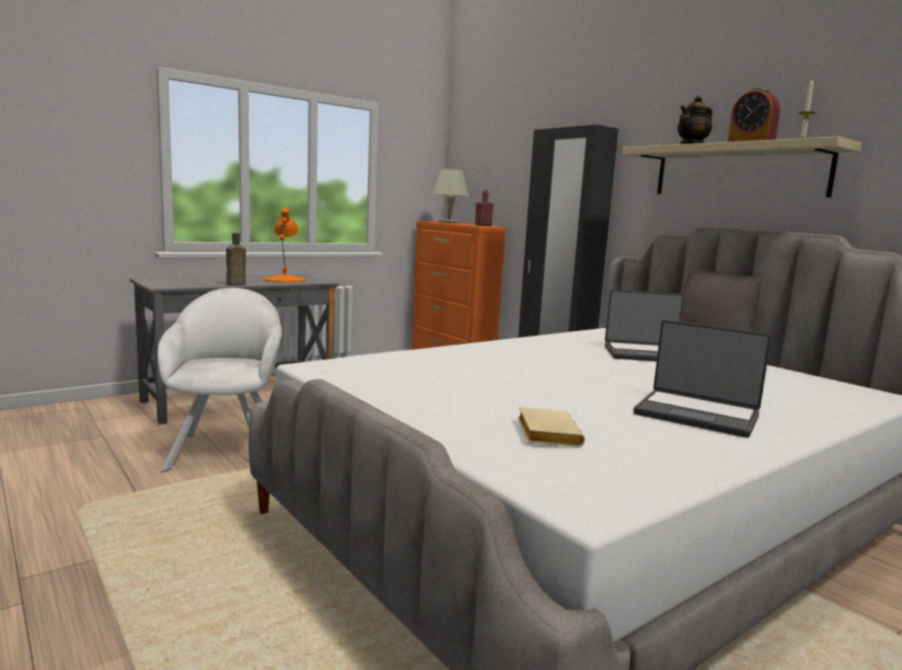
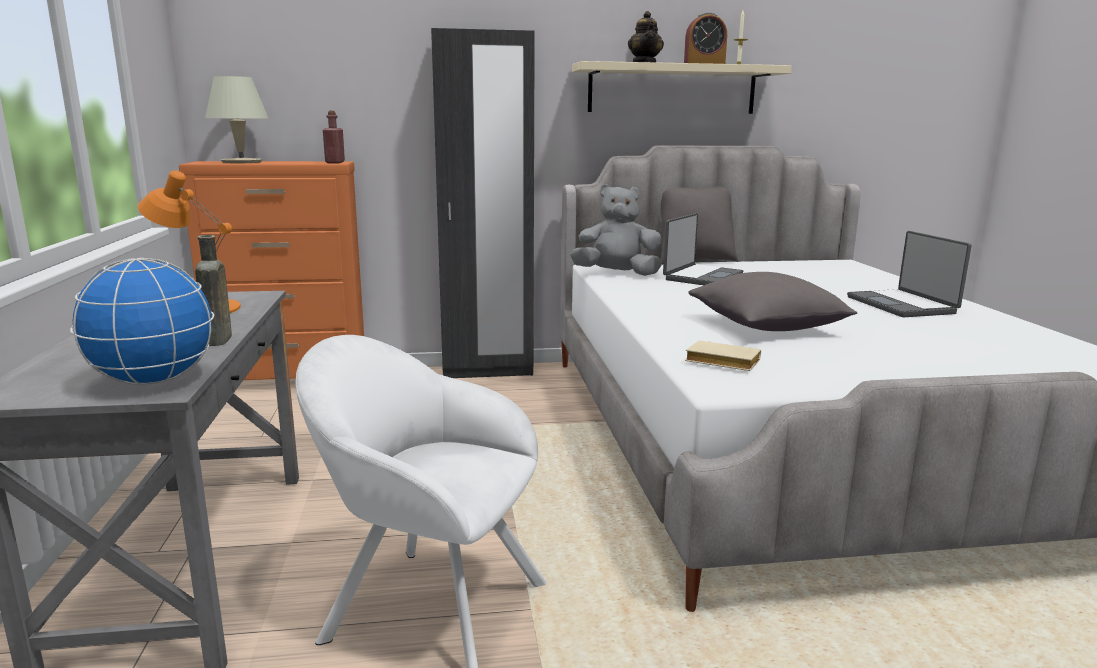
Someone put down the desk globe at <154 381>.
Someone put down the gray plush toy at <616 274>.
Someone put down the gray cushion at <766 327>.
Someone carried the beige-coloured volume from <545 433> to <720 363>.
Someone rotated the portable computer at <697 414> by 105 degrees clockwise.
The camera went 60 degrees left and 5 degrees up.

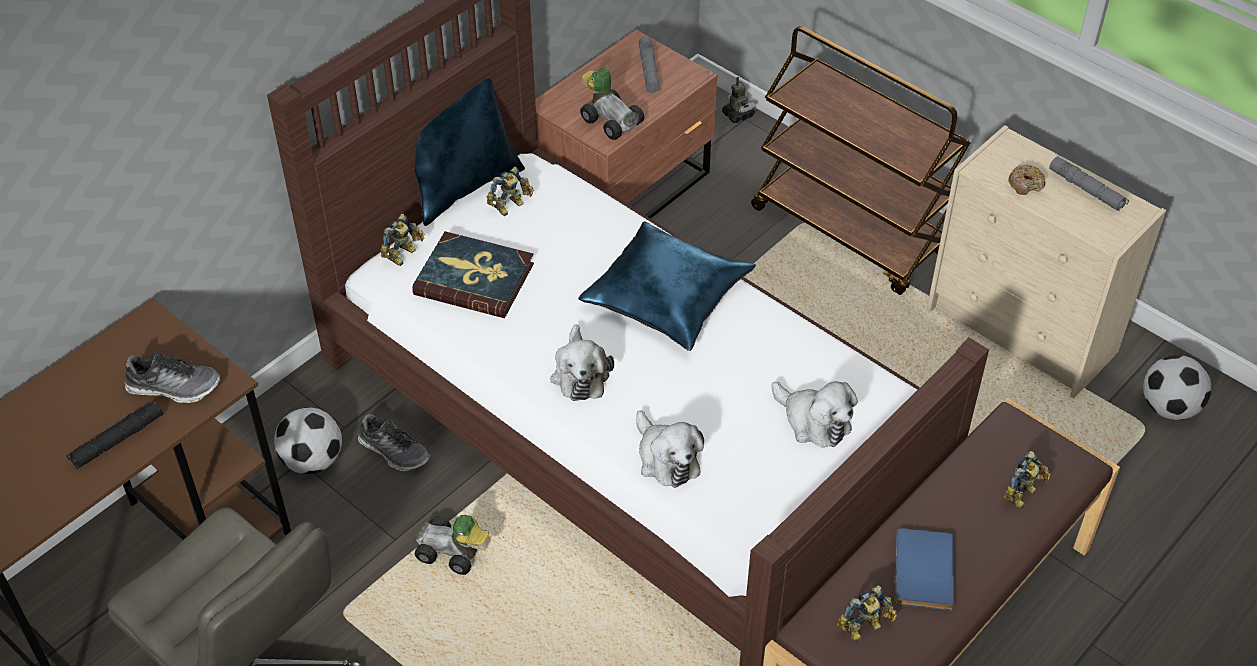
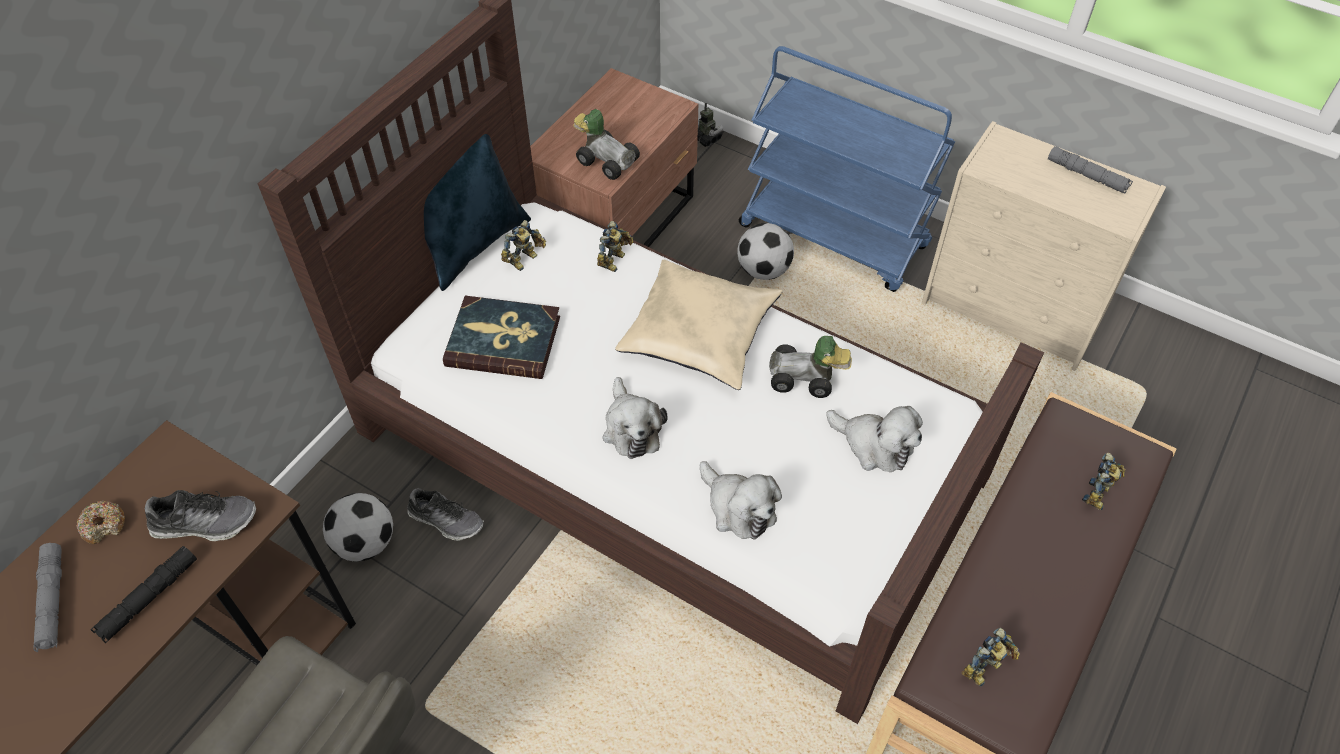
Someone took away the blue-coloured volume at <920 571>.
Someone carried the robot figure from <404 255> to <615 260>.
Someone carried the model car from <454 554> to <806 379>.
Someone carried the gray hand torch from <649 70> to <52 601>.
Someone carried the donut from <1025 184> to <104 525>.
Someone carried the football ball from <1169 407> to <763 270>.
Someone repainted the blue-coloured cushion at <667 296>, which became the beige-coloured cushion at <699 333>.
Someone repainted the brown trolley at <851 231>, which became the blue-coloured trolley at <835 236>.
The camera went 10 degrees left and 5 degrees up.

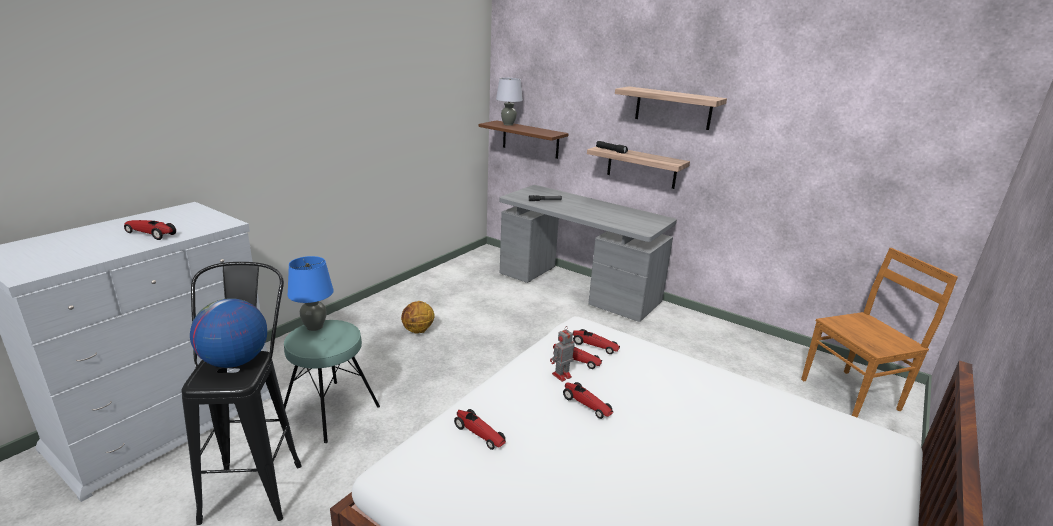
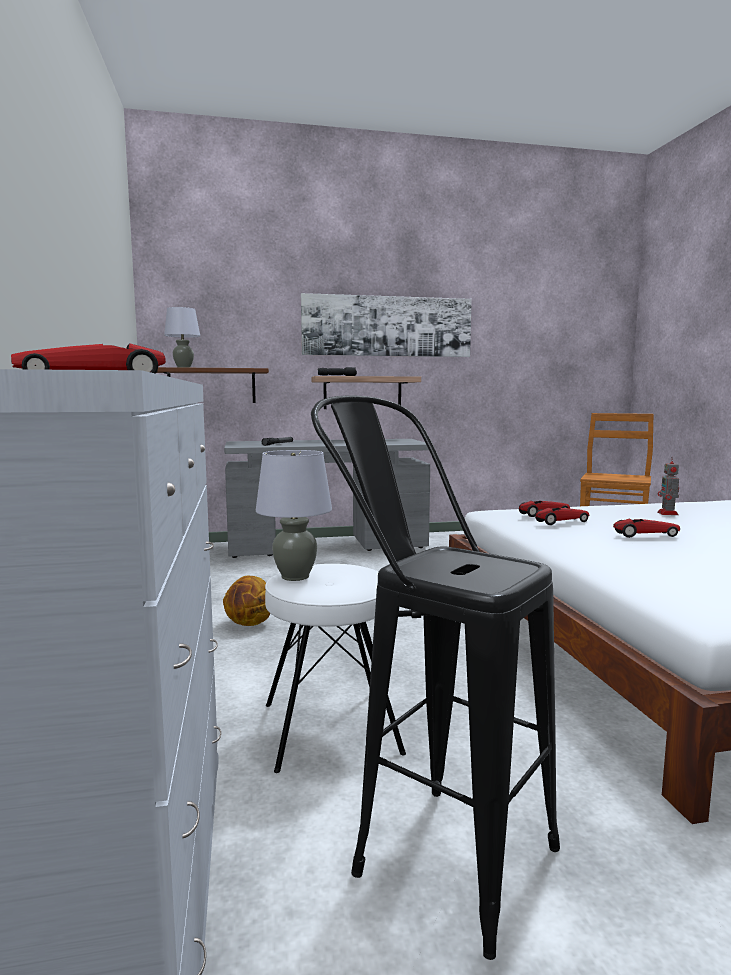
Someone took away the desk globe at <234 361>.
Someone took away the model car at <479 434>.
Someone carried the robot figure from <561 376> to <668 513>.
Someone swapped the wall shelf at <673 108> for the picture at <387 326>.
Someone repainted the blue-green sitting stool at <331 410>, which became the white sitting stool at <331 728>.
Someone repainted the blue-coloured tabletop lamp at <314 327>, which became the gray tabletop lamp at <295 577>.
The camera went 45 degrees left and 15 degrees down.

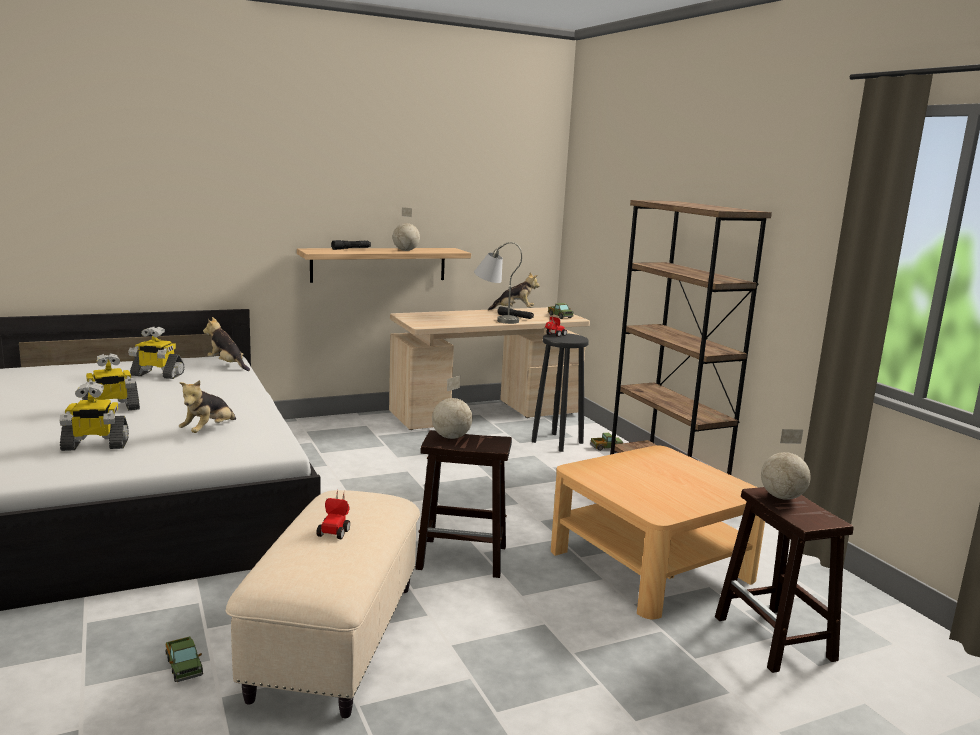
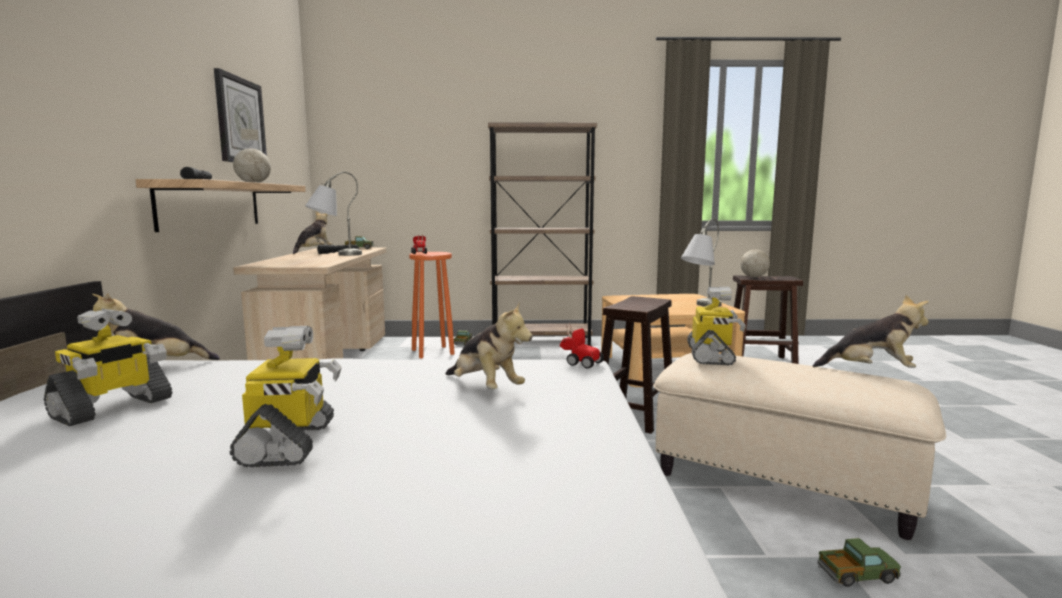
Someone took away the desk globe at <450 437>.
Someone put up the clock on the wall at <240 121>.
Someone put down the gray tabletop lamp at <700 306>.
Someone put down the plush toy at <870 371>.
Someone carried the robot figure from <94 445> to <711 356>.
Someone carried the model car from <335 530> to <579 363>.
Someone repainted the black-coloured sitting stool at <558 442>, which became the orange sitting stool at <433 352>.
The camera went 65 degrees left and 5 degrees down.

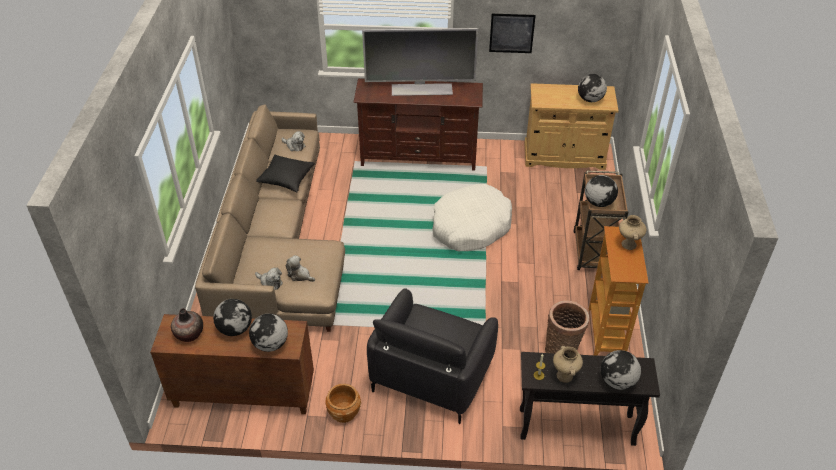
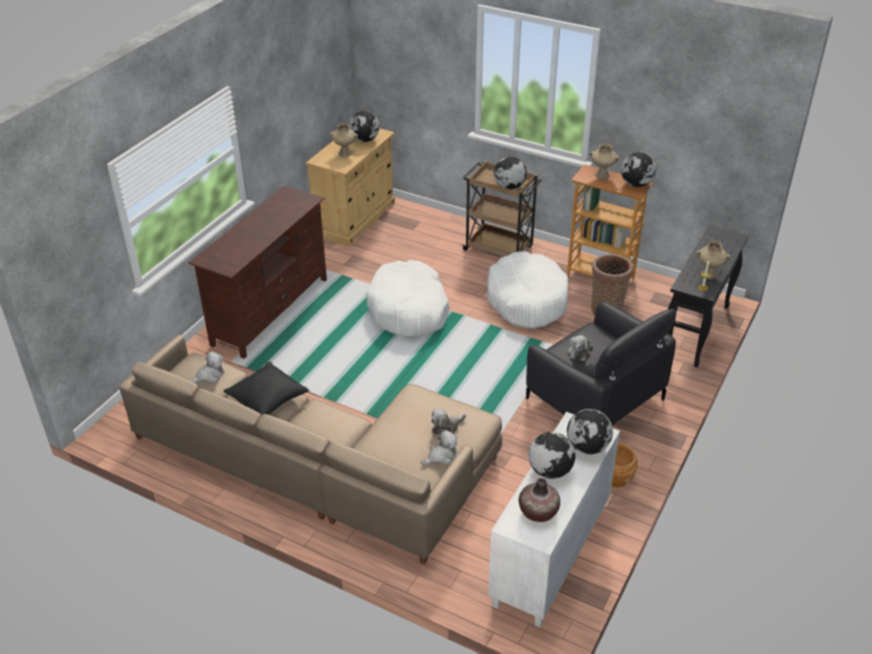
Someone took away the TV at <421 89>.
Someone took away the picture at <511 33>.
Someone put down the beige-coloured decorative vase at <345 153>.
Someone put down the white pet bed at <527 300>.
Someone put down the plush toy at <579 351>.
Someone carried the desk globe from <617 381> to <636 184>.
Someone repainted the brown cupboard at <242 394>, which became the white cupboard at <551 556>.
The camera went 65 degrees left and 5 degrees down.

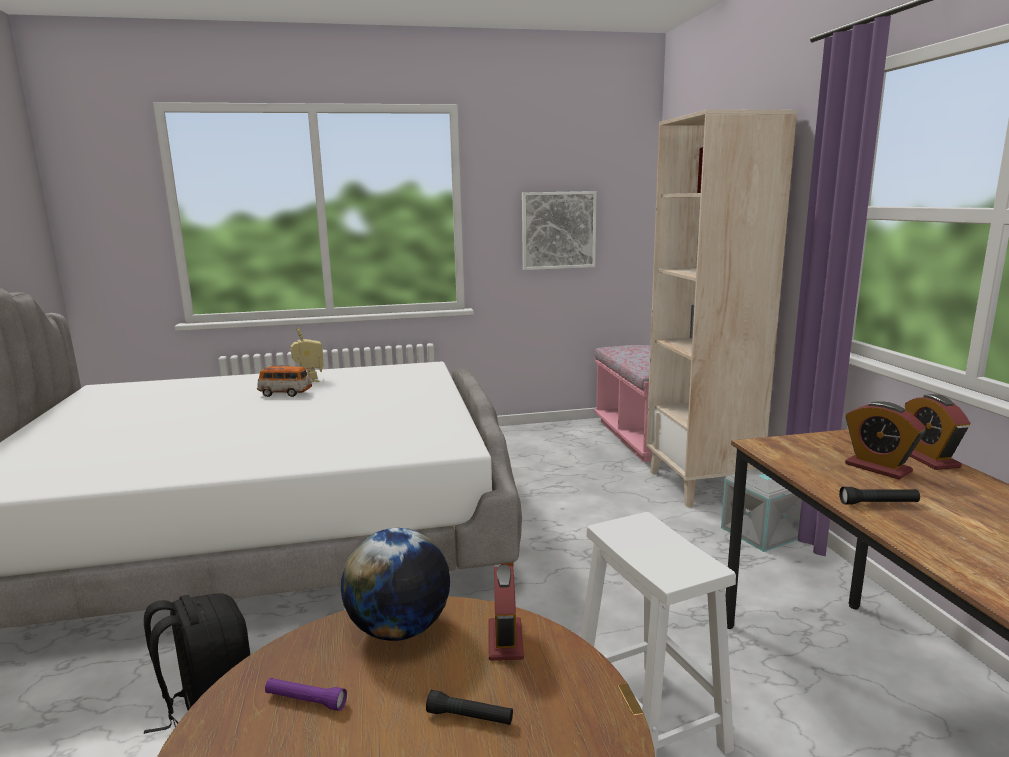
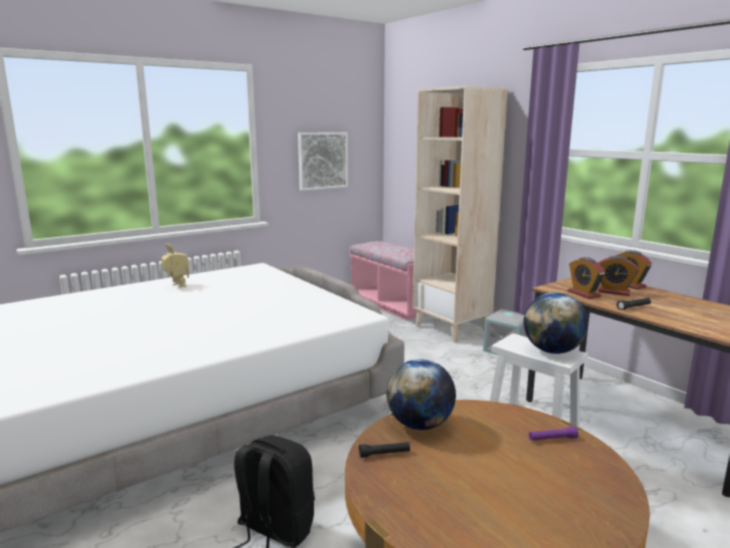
Someone took away the model car at <285 393>.
Someone put down the desk globe at <552 351>.
Someone carried the purple-coloured hand torch from <306 701> to <552 439>.
Someone carried the black-coloured hand torch from <470 717> to <384 454>.
Someone carried the bedside clock from <505 640> to <583 294>.
The camera went 25 degrees left and 0 degrees up.

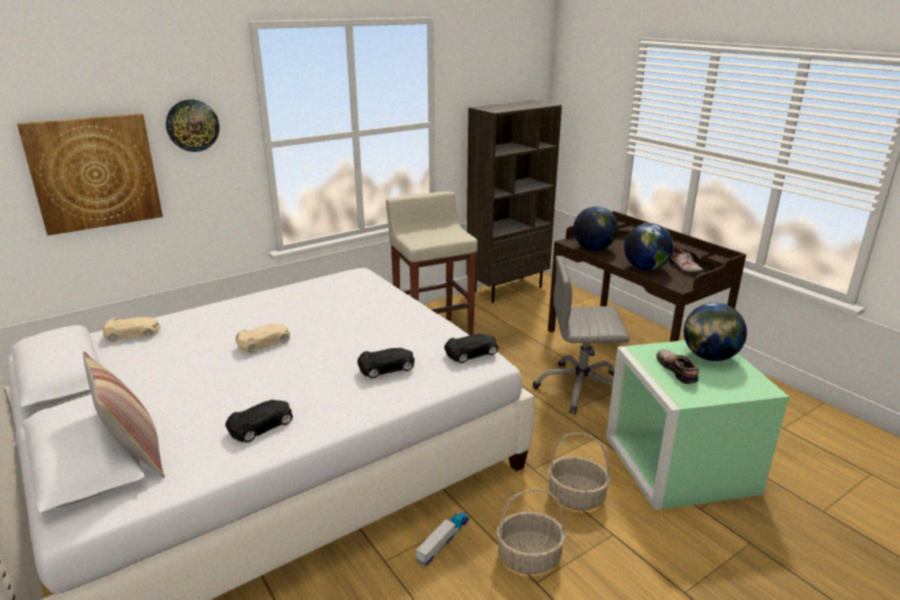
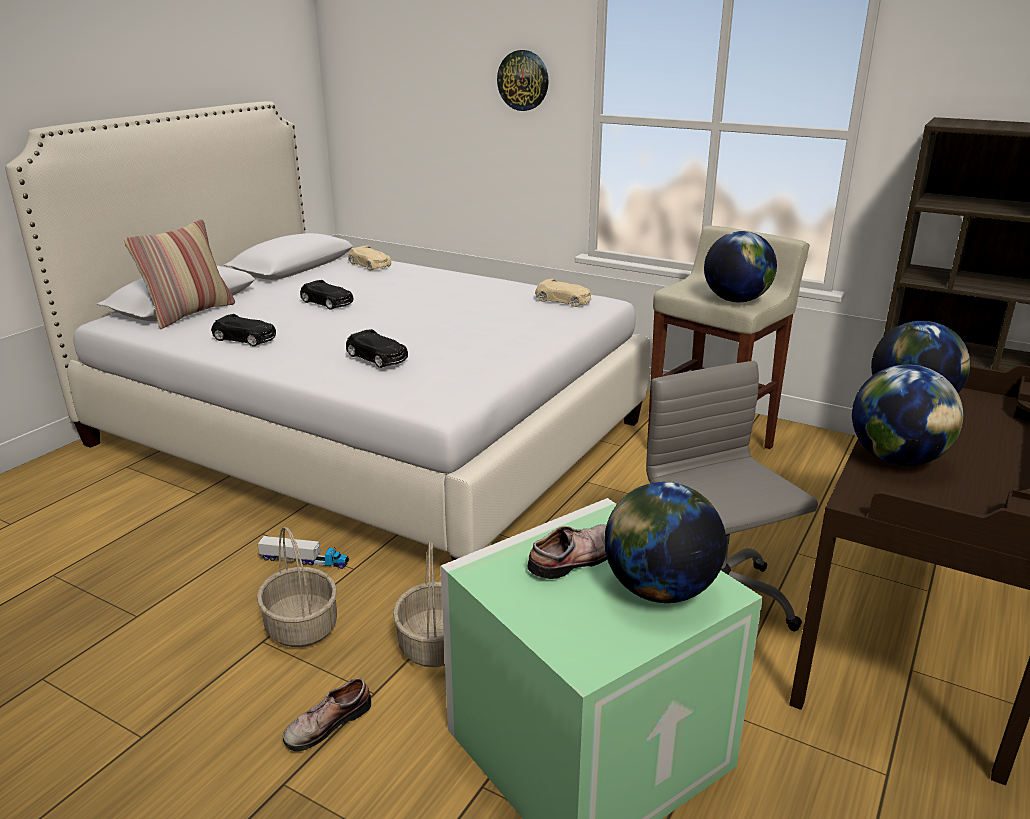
Someone took away the picture at <94 173>.
Someone put down the desk globe at <736 300>.
Someone carried the beige-coloured model car from <264 343> to <564 300>.
Someone carried the black-coloured model car from <472 353> to <327 302>.
Someone carried the low shoe from <683 268> to <326 722>.
The camera went 65 degrees right and 0 degrees up.

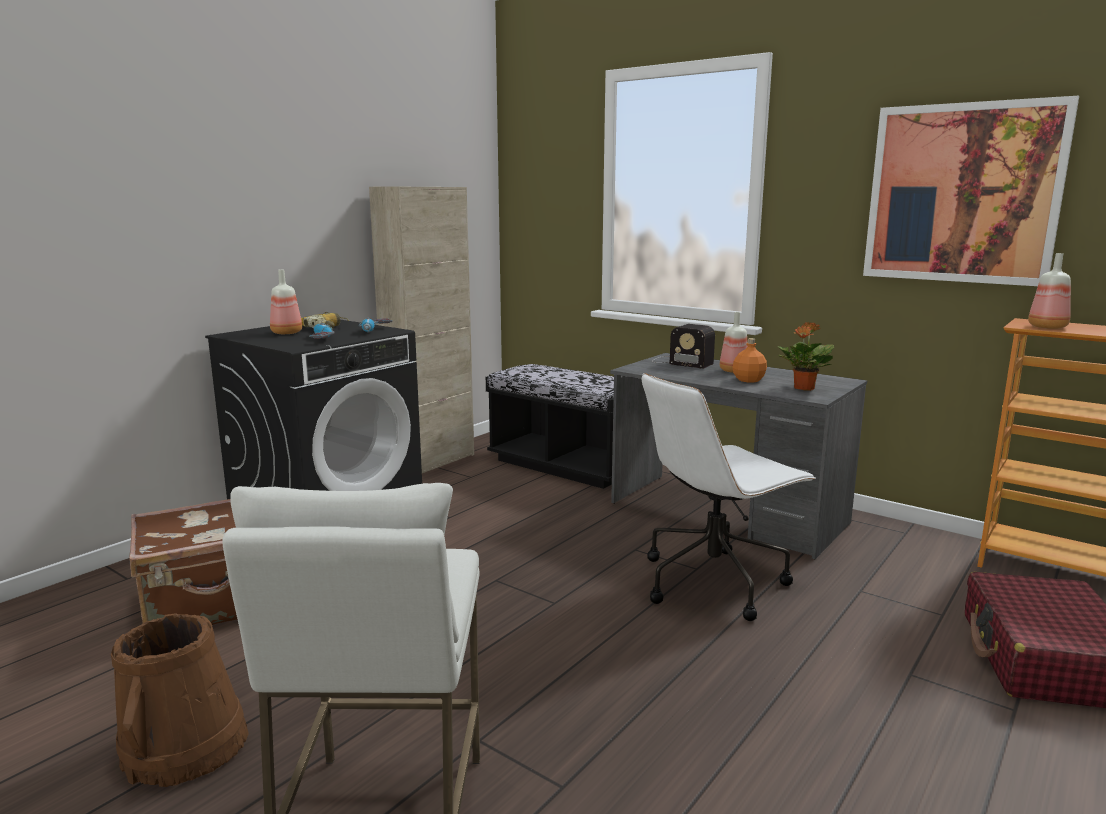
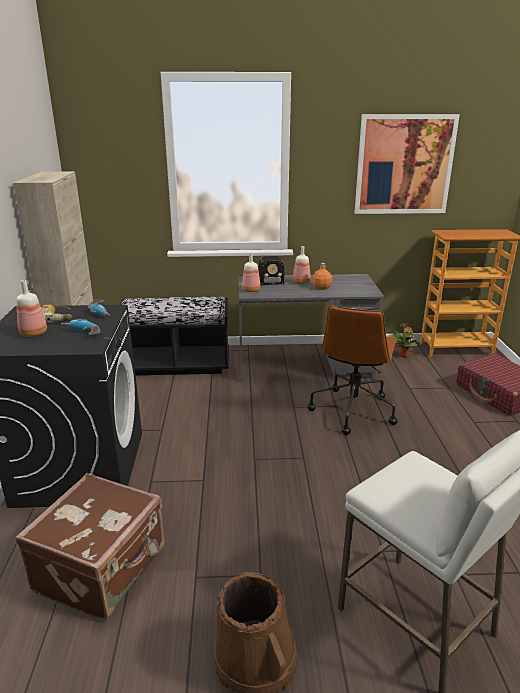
Someone carried the plant in a pot from <803 388> to <403 355>.
Someone carried the beverage bottle from <1048 327> to <251 290>.
Someone repainted the white computer chair at <714 581>, which became the brown computer chair at <352 410>.
The camera went 40 degrees left and 10 degrees up.

